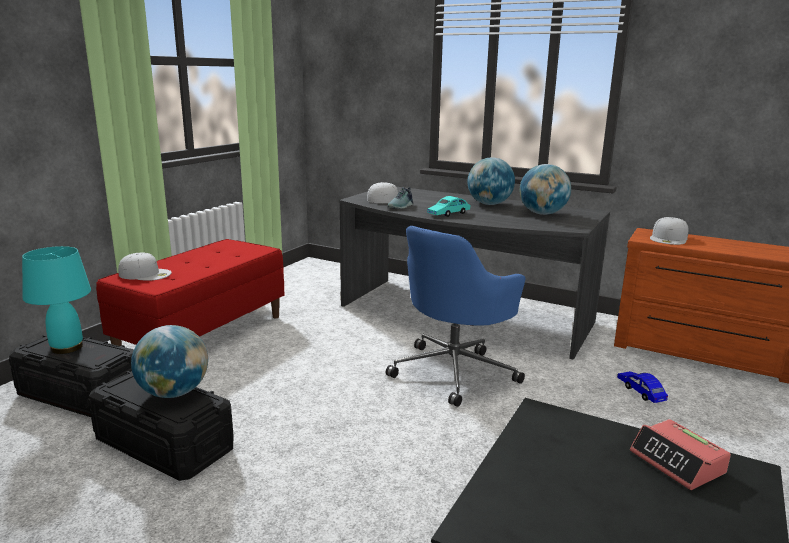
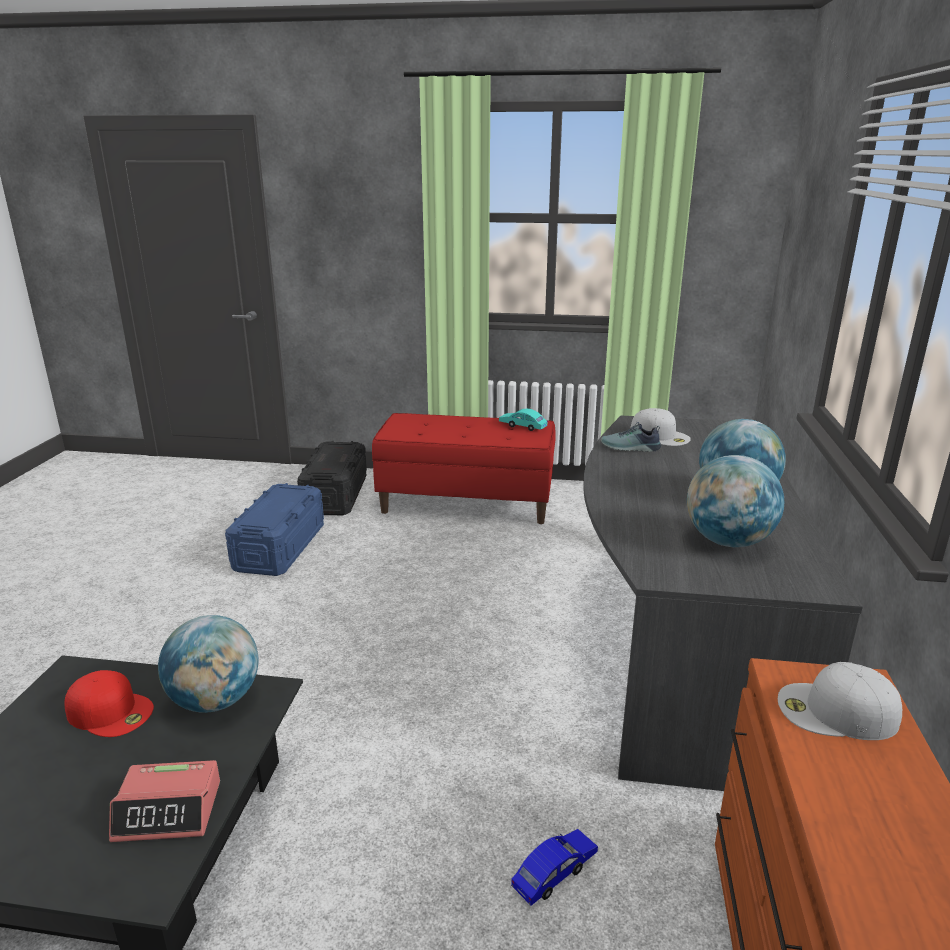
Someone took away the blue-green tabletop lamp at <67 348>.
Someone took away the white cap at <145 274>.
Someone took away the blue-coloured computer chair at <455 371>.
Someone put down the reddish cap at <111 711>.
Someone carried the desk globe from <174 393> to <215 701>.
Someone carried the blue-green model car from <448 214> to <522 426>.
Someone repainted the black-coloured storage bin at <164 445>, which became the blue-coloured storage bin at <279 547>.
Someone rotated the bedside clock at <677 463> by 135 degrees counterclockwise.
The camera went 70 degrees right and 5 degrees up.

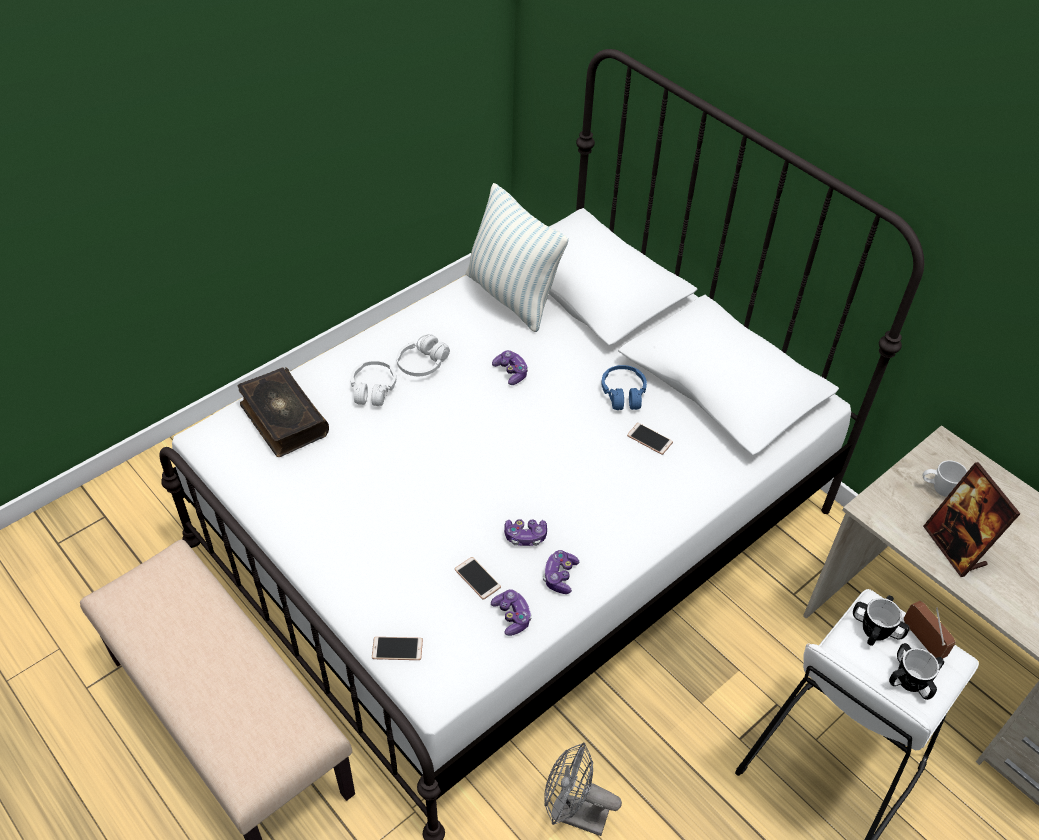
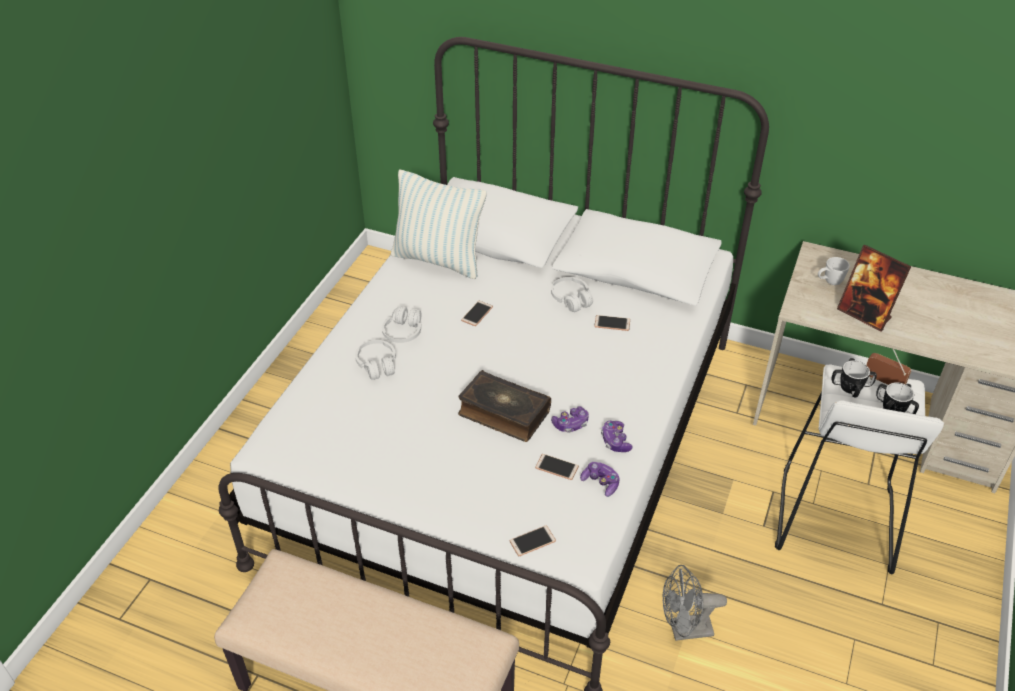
Someone carried the volume from <283 420> to <503 413>.
Someone swapped the game controller at <511 372> for the telephone at <477 314>.
Someone repainted the blue-coloured headset at <623 394>, which became the white headset at <571 299>.
The camera went 25 degrees left and 5 degrees down.

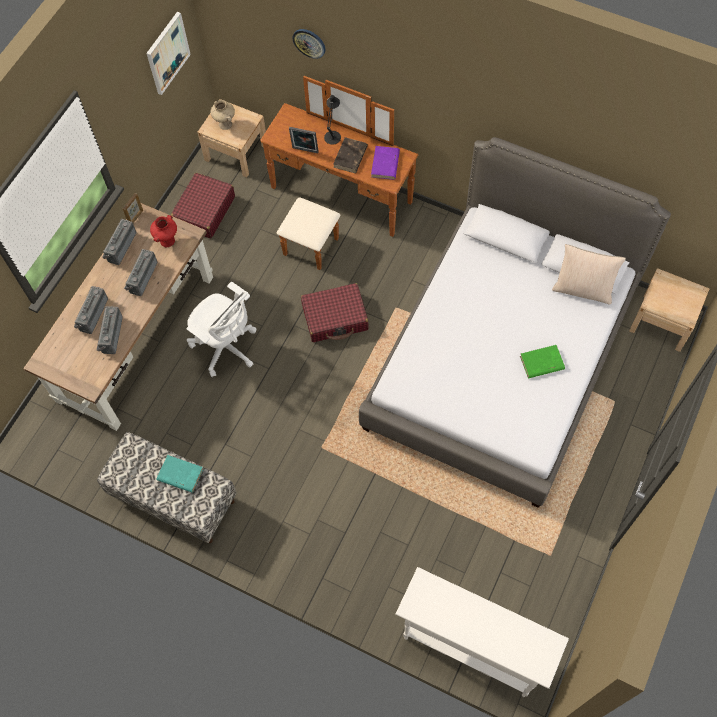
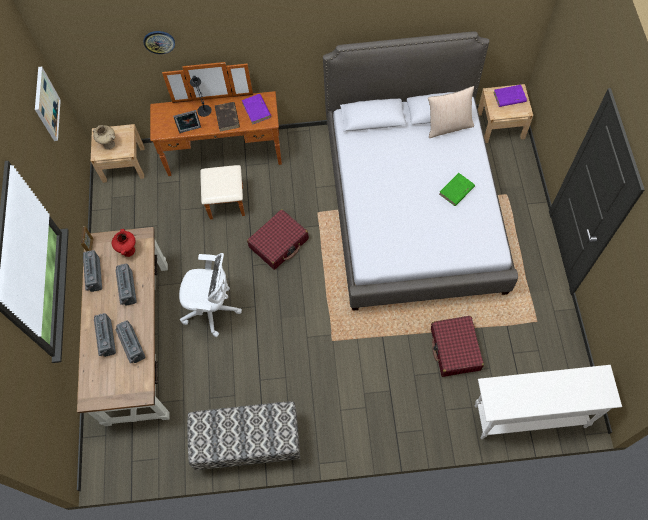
Someone took away the blue-green volume at <180 474>.
Someone put down the purple-coloured volume at <509 97>.
Someone carried the reddish piece of luggage from <204 211> to <455 349>.
The camera went 30 degrees left and 0 degrees up.

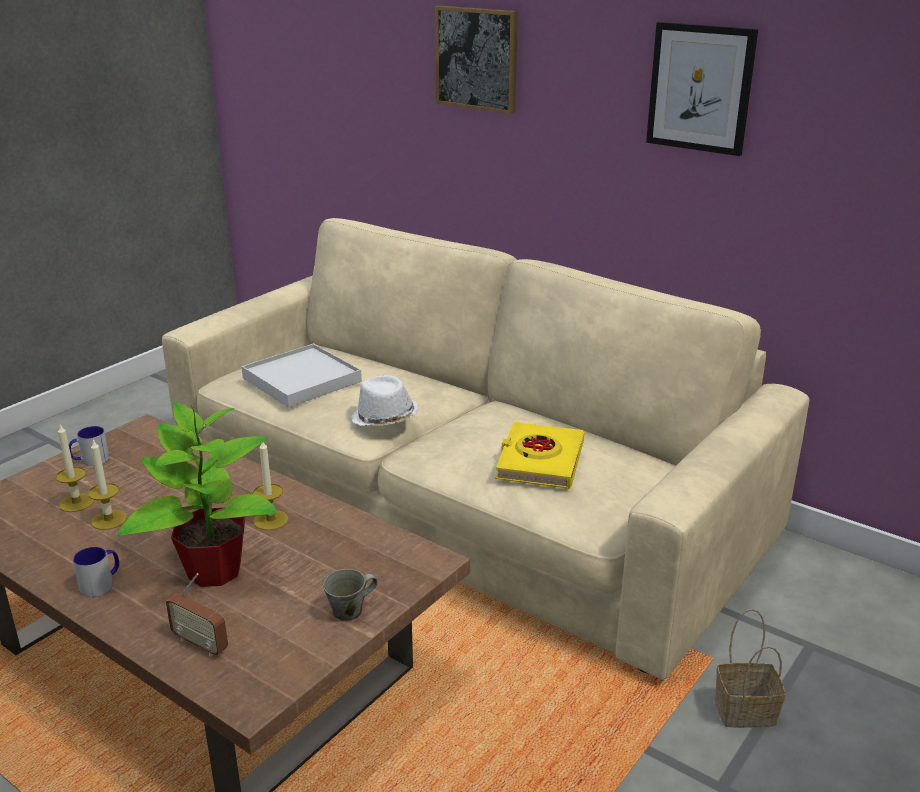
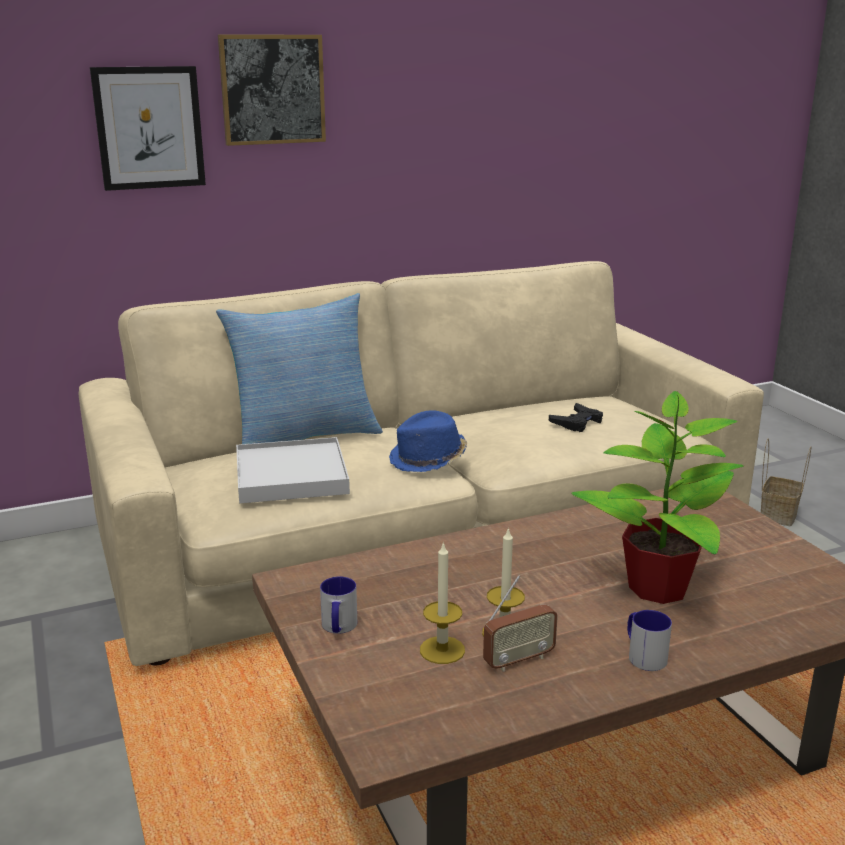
Someone took away the wax light at <271 520>.
Someone took away the gray coffee mug at <350 611>.
Someone put down the cushion at <304 437>.
Someone carried the radio set from <200 644> to <518 660>.
Someone carried the picture from <700 88> to <149 128>.
Someone swapped the yellow-coloured volume at <539 461> for the black-coloured game controller at <577 422>.
Someone repainted the white hat at <384 419>, which became the blue-coloured hat at <428 459>.
The camera went 60 degrees left and 5 degrees down.

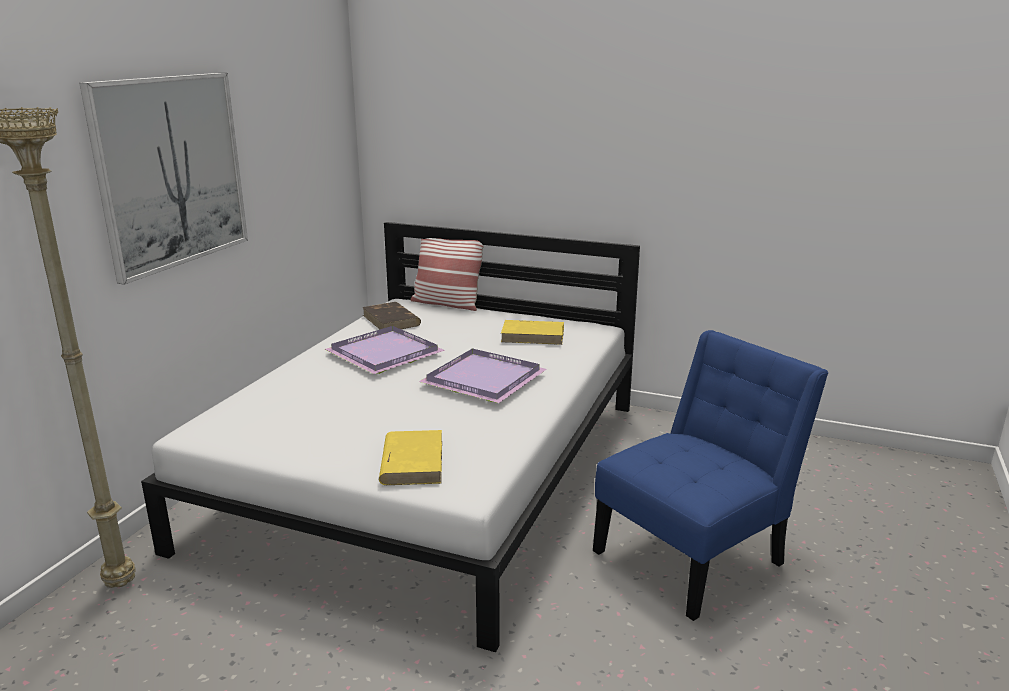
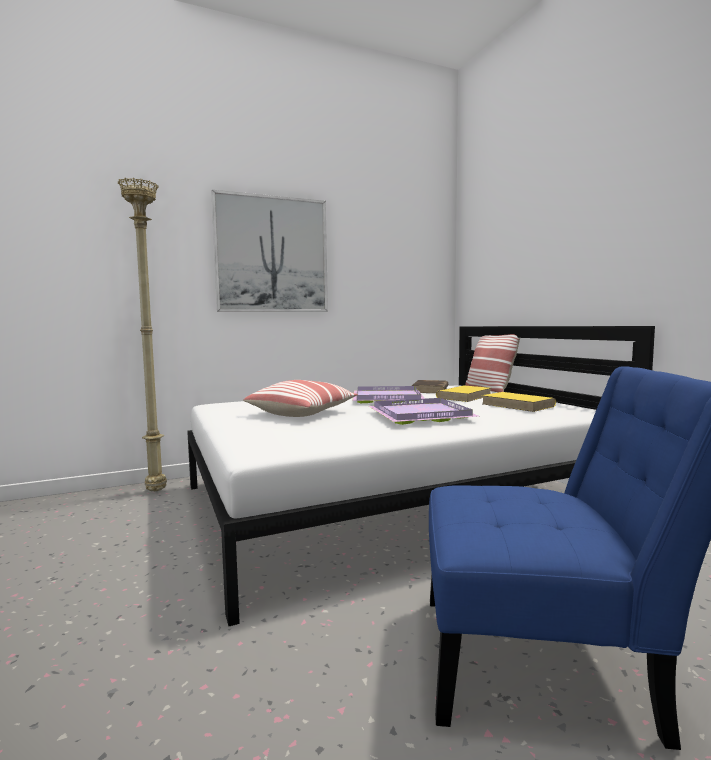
Someone put down the cushion at <302 413>.
Someone carried the yellow-coloured volume from <412 461> to <464 396>.
The camera went 45 degrees right and 15 degrees down.

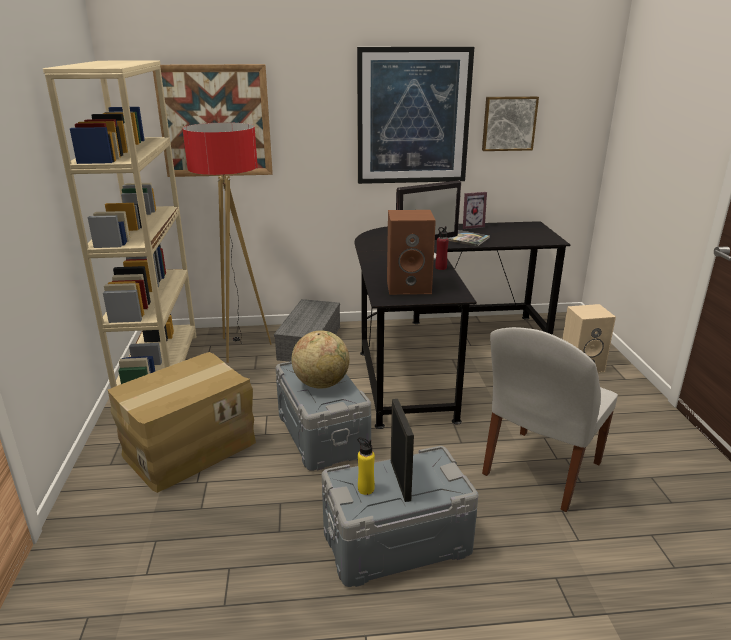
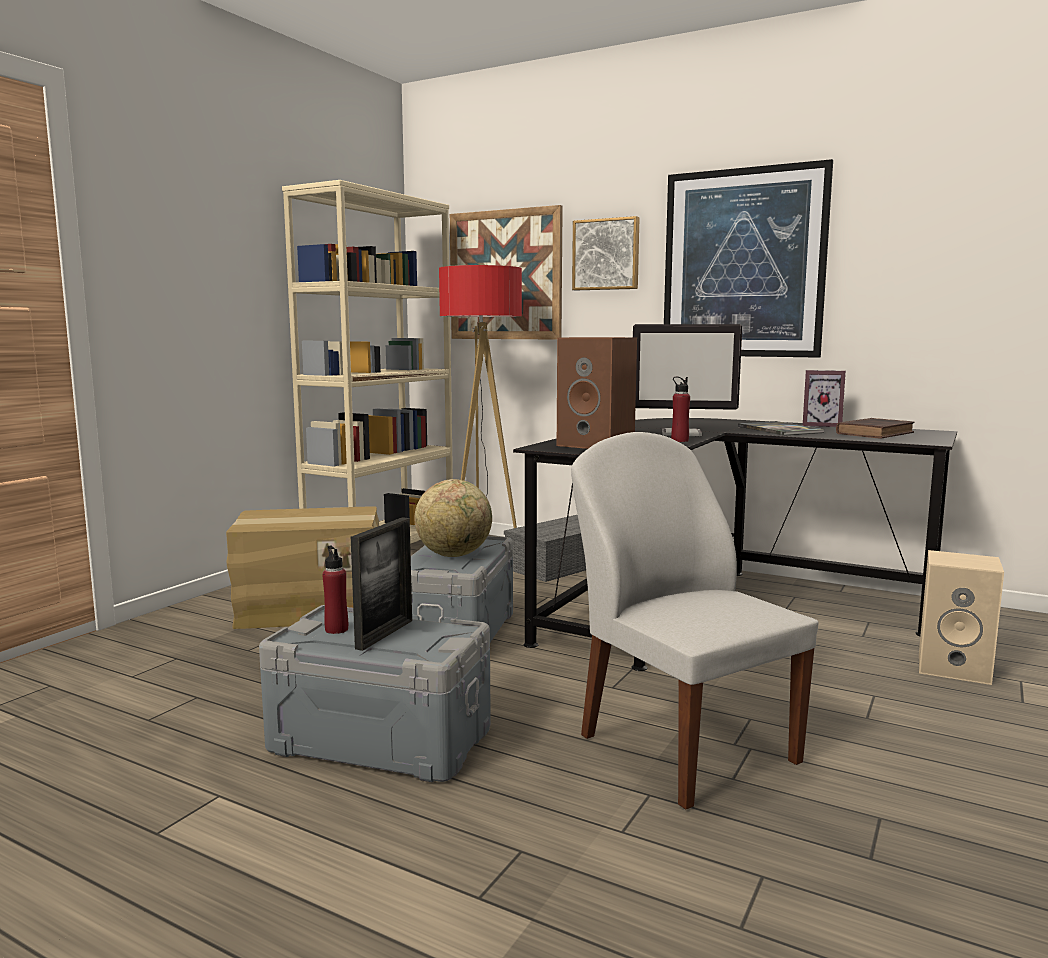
Someone put down the brown volume at <876 433>.
Someone carried the picture from <508 123> to <606 254>.
Someone repainted the yellow-coloured beverage bottle at <366 489>, which became the reddish beverage bottle at <336 629>.
Someone rotated the white chair at <540 470> by 75 degrees clockwise.
The camera went 35 degrees right and 15 degrees down.

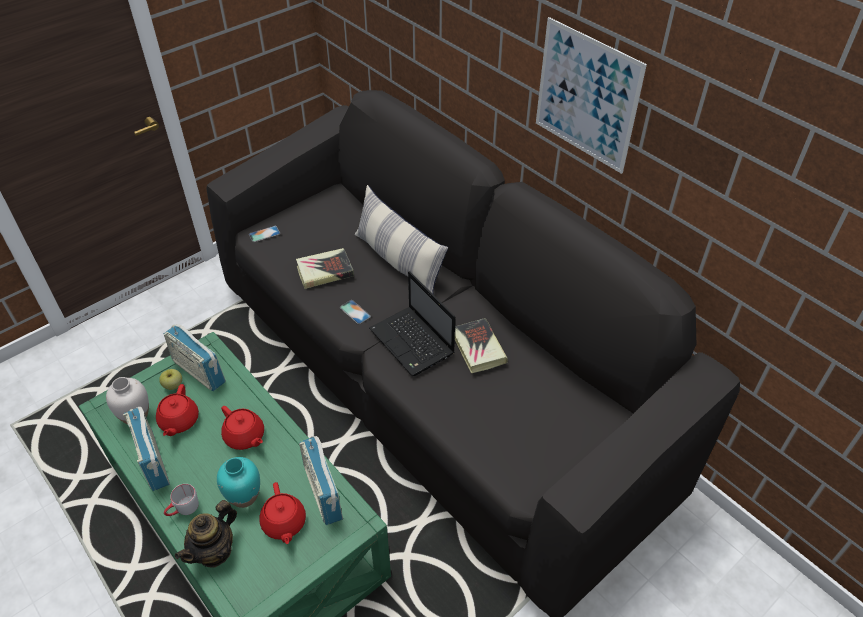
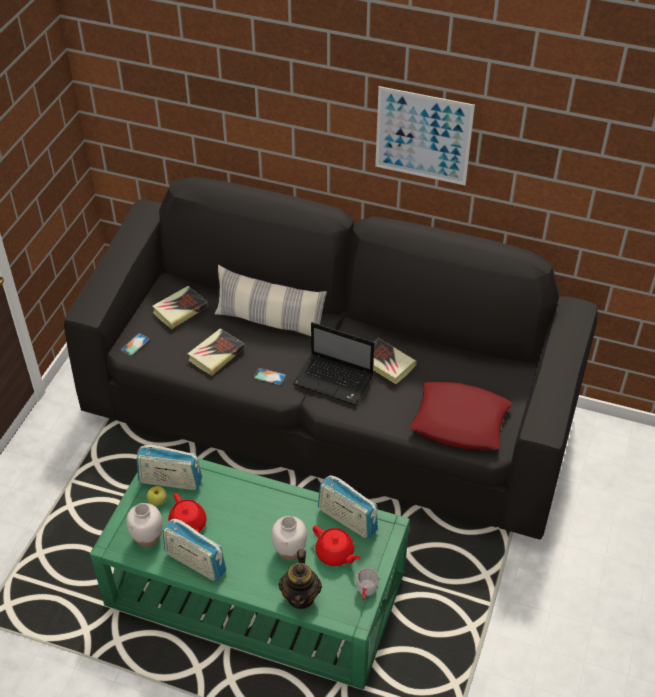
Someone took away the reddish tea pot at <245 437>.
Someone put down the volume at <180 310>.
Someone put down the reddish cushion at <460 422>.
Someone carried the gray coffee mug from <183 509> to <366 592>.
Someone repainted the blue-green decorative vase at <244 497>, which became the white decorative vase at <290 551>.
The camera went 30 degrees left and 0 degrees up.

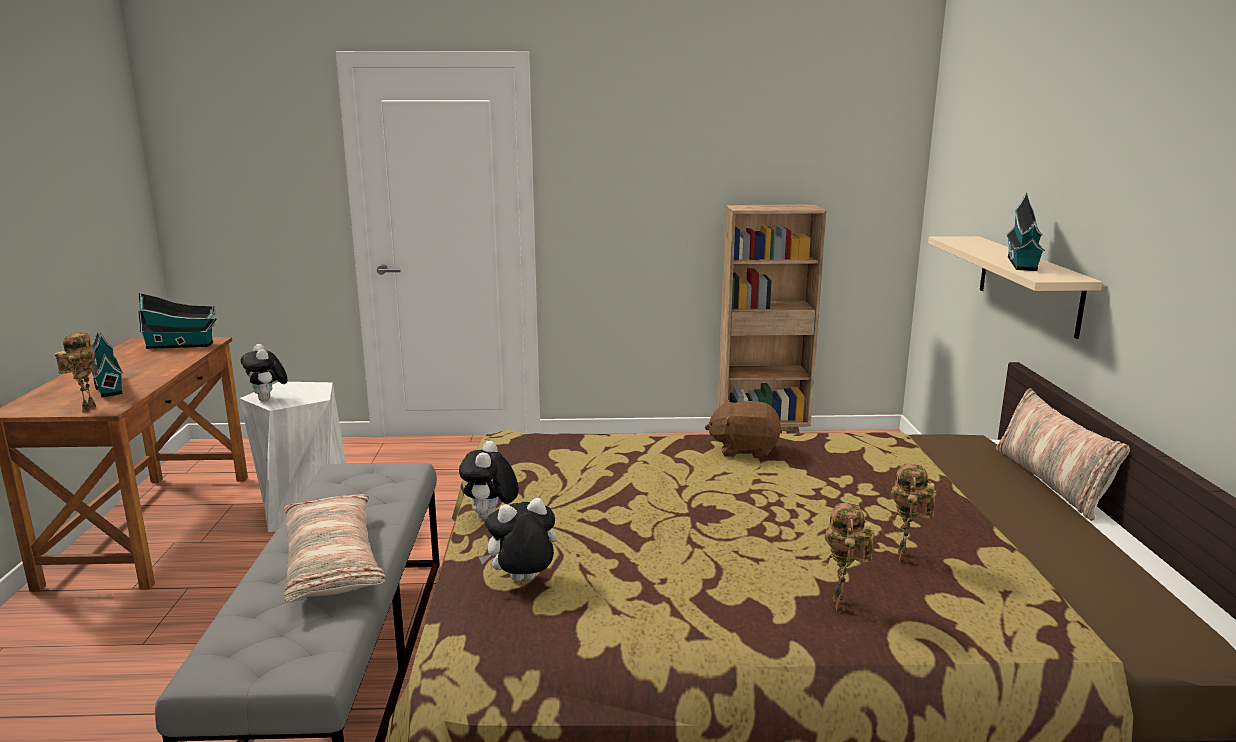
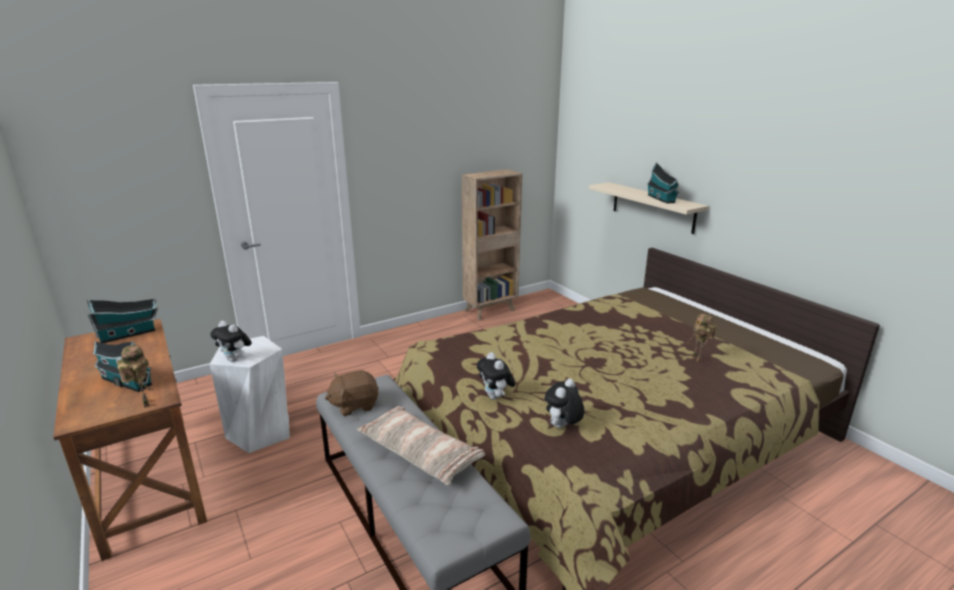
Someone took away the robot figure at <842 605>.
Someone took away the cushion at <1051 481>.
Someone carried the brown plush toy from <744 449> to <354 405>.
The camera went 30 degrees left and 5 degrees up.

